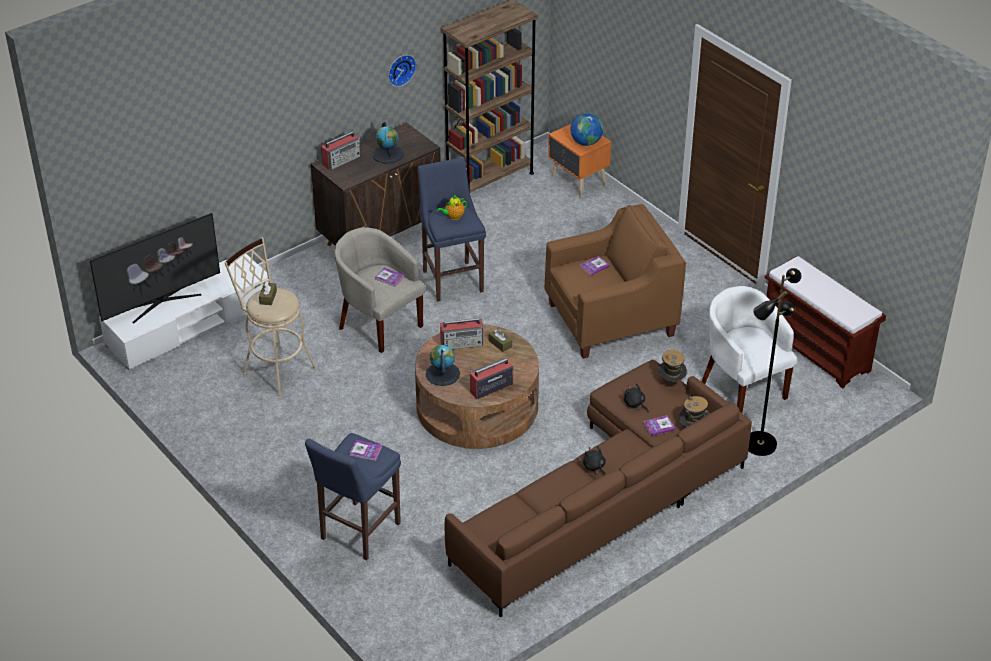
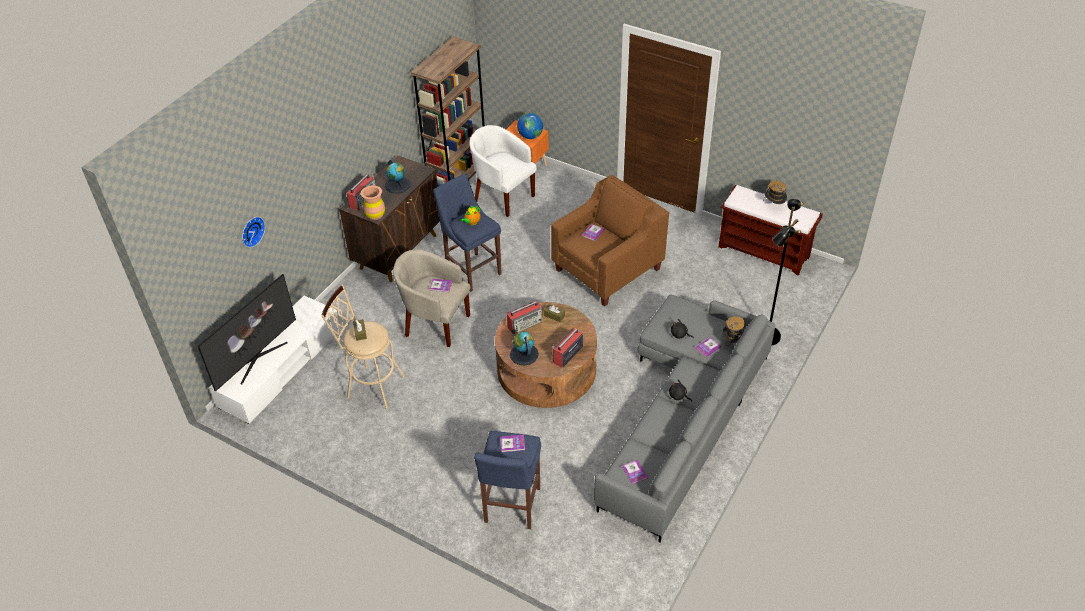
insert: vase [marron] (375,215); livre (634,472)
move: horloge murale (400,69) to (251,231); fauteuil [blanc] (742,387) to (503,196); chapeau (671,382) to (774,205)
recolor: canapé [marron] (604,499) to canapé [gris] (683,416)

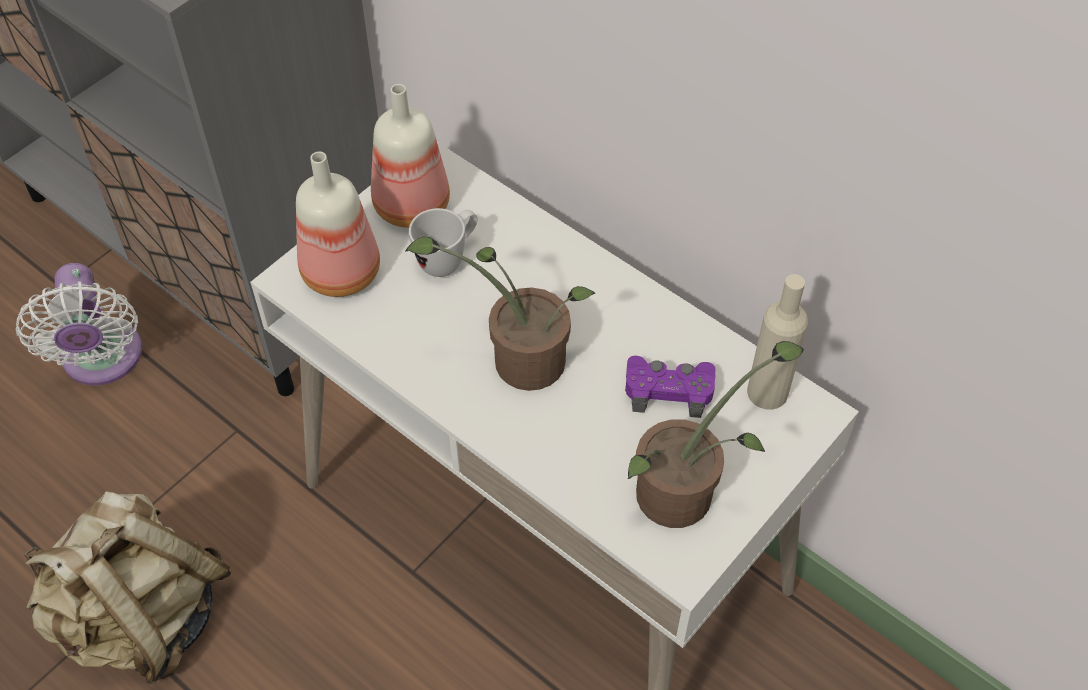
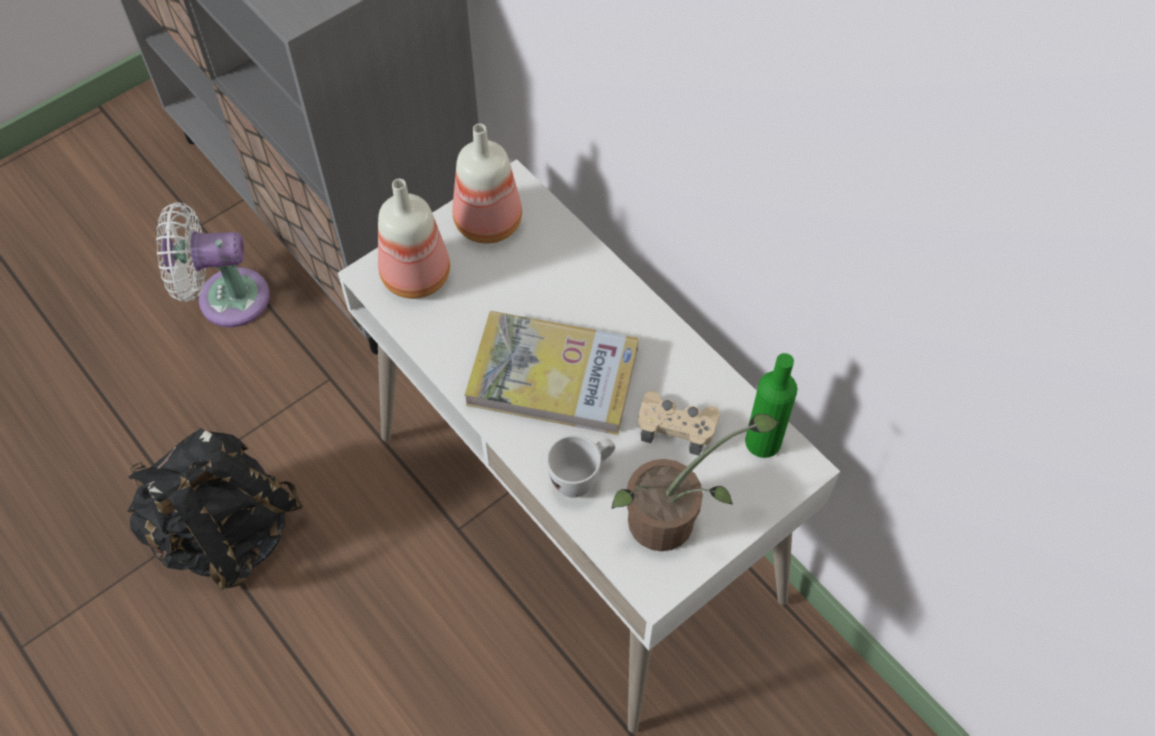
move: mug [blanc] (448,259) to (582,477)
replace: plante en pot (518,358) to livre (553,376)
recolor: sac à dos [beige] (144,618) to sac à dos [noir] (226,532); manette [violet] (668,390) to manette [beige] (676,426); bouteille [beige] (767,392) to bouteille [vert] (763,441)
rotate: ventilateur [blanc] (102,360) = (225,298) 90 degrees clockwise

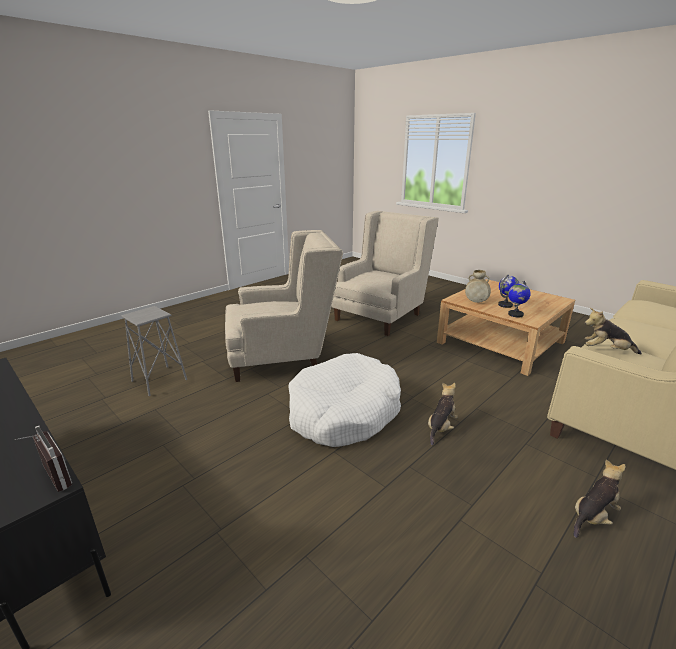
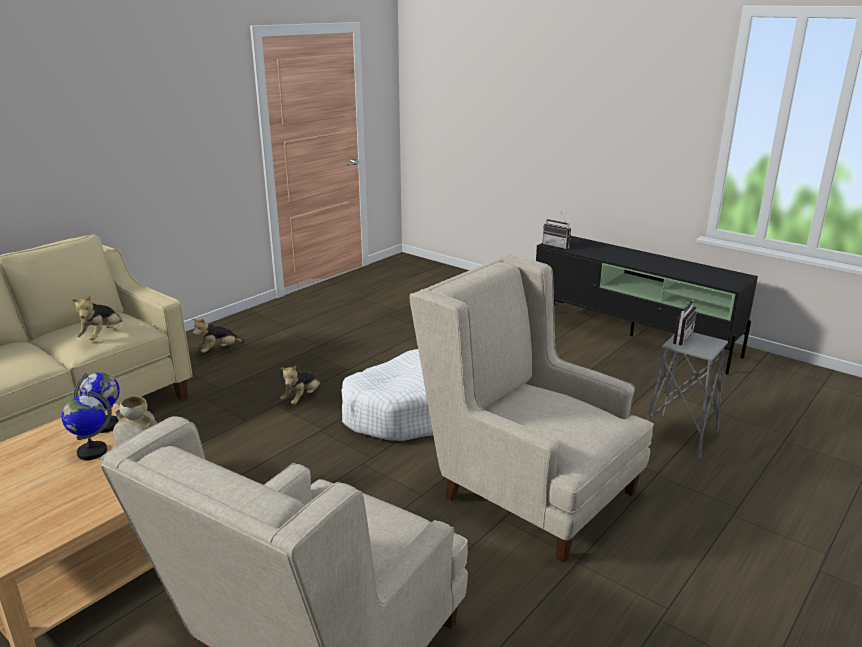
insert: radio (678,337)
rotate: peluche (606,350) = (102,336) 90 degrees clockwise; fauteuil [beige] (283,357) = (526,488) 60 degrees clockwise

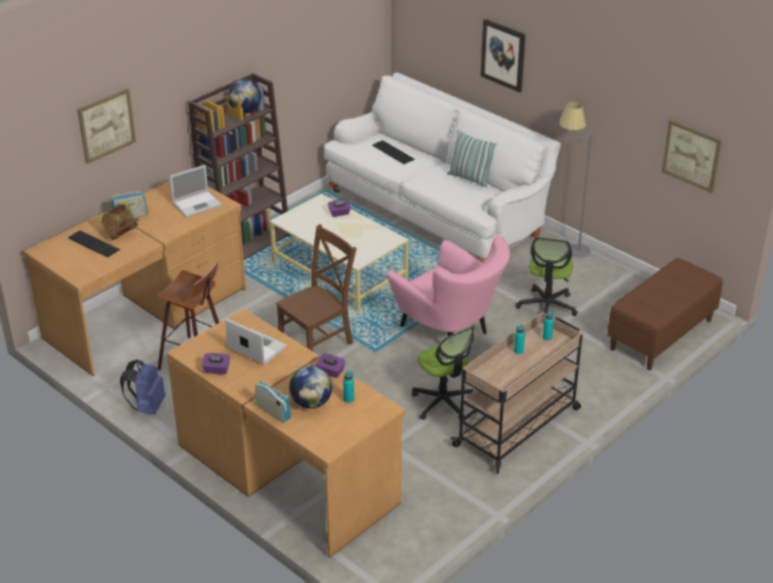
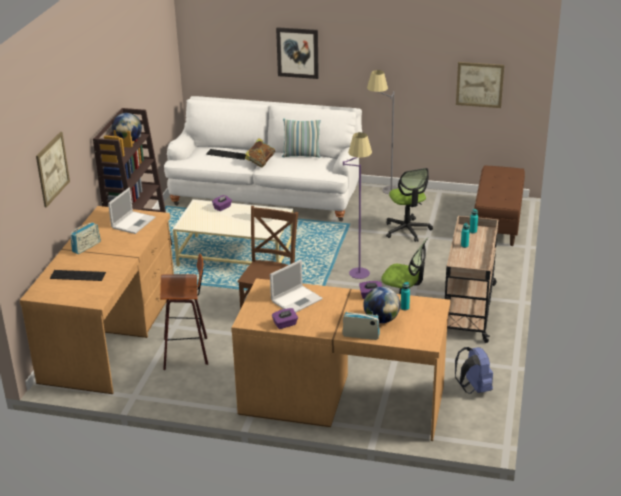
move: livre (120,232) to (260,162); sac à dos [bleu] (147,407) to (473,388)
replace: fauteuil [rose] (449,332) to lampadaire [violet] (358,268)
rotate: ordinateur portable (256,347) = (297,299) 135 degrees clockwise

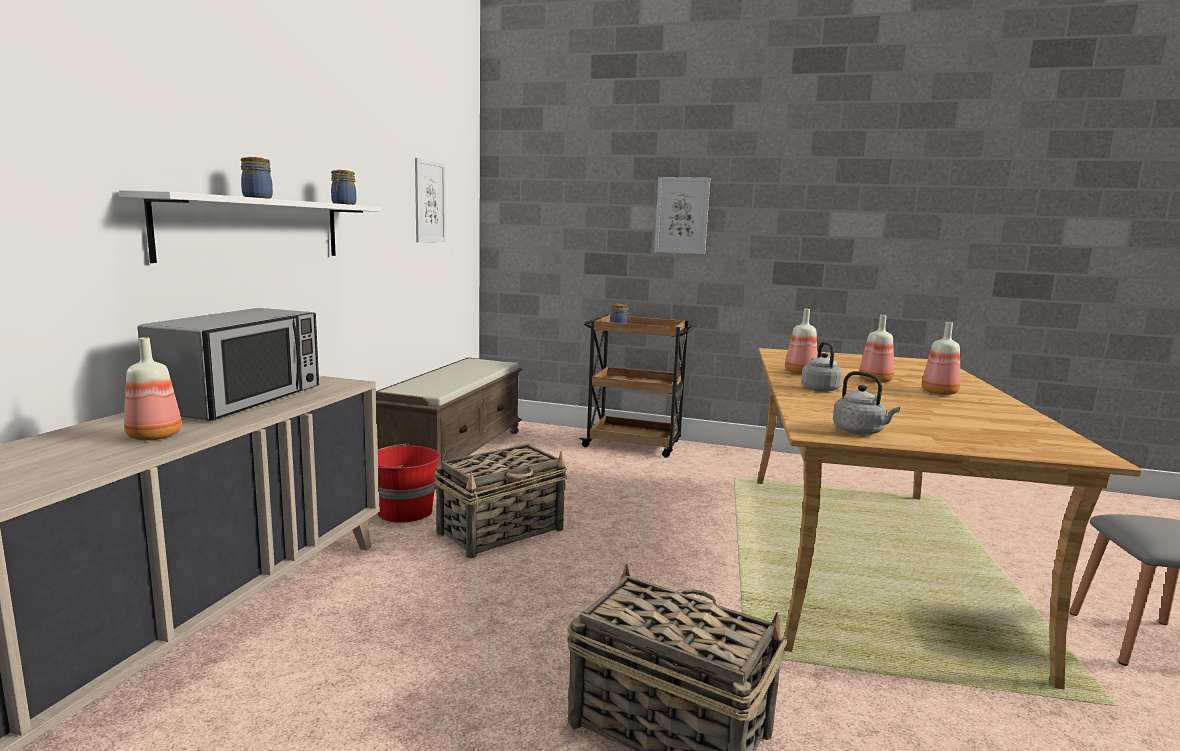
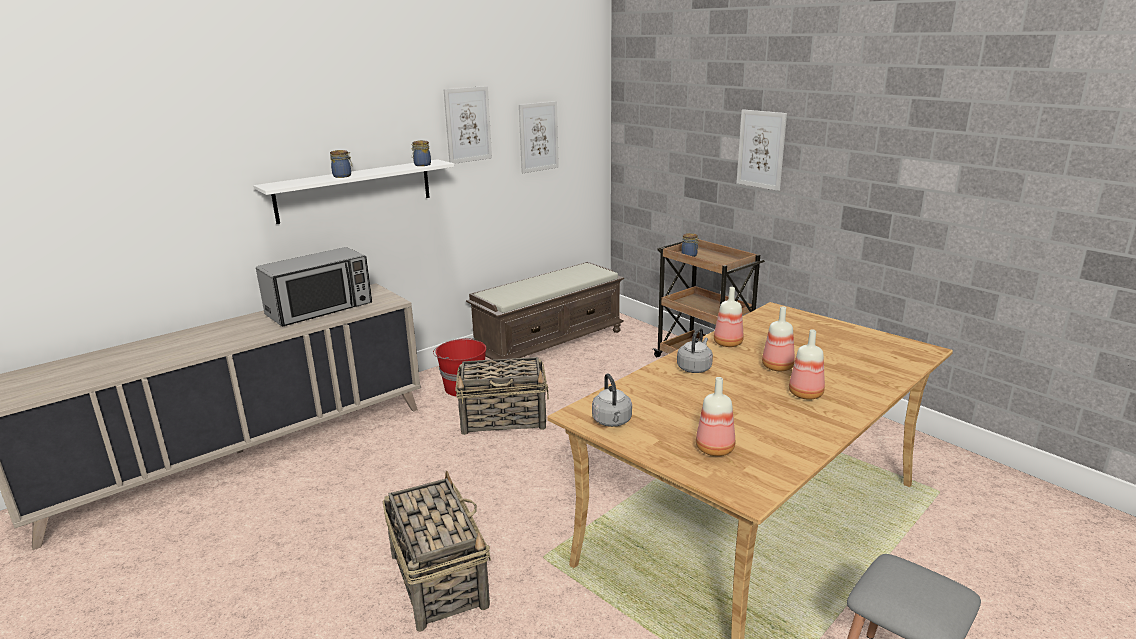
insert: tableau (468,124)
move: bouteille (156,436) to (716,449)

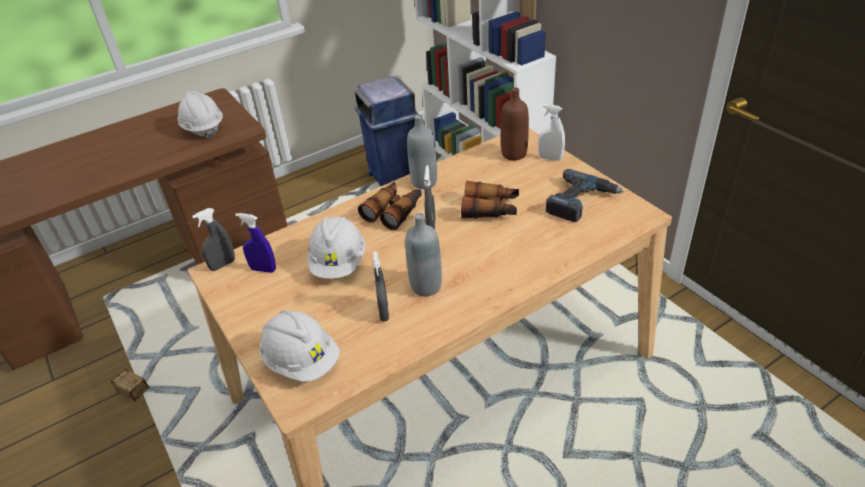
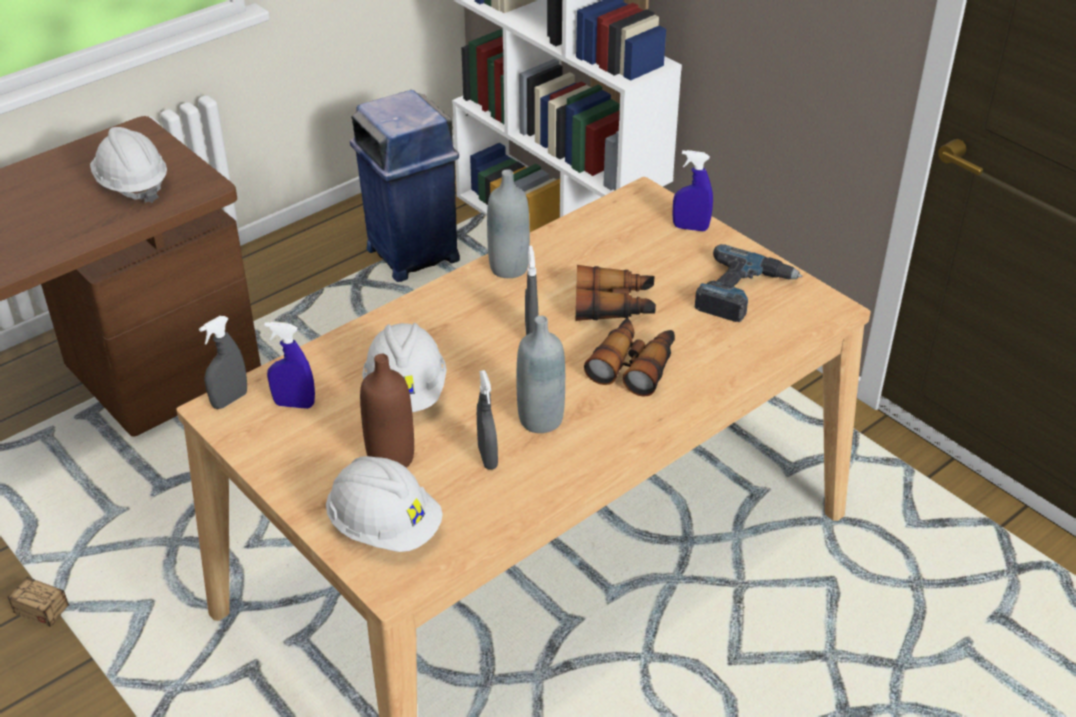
move: bouteille [marron] (514,154) to (391,458); jumelles (394,211) to (634,365)
recolor: vaporisateur [blanc] (550,158) to vaporisateur [bleu] (690,228)

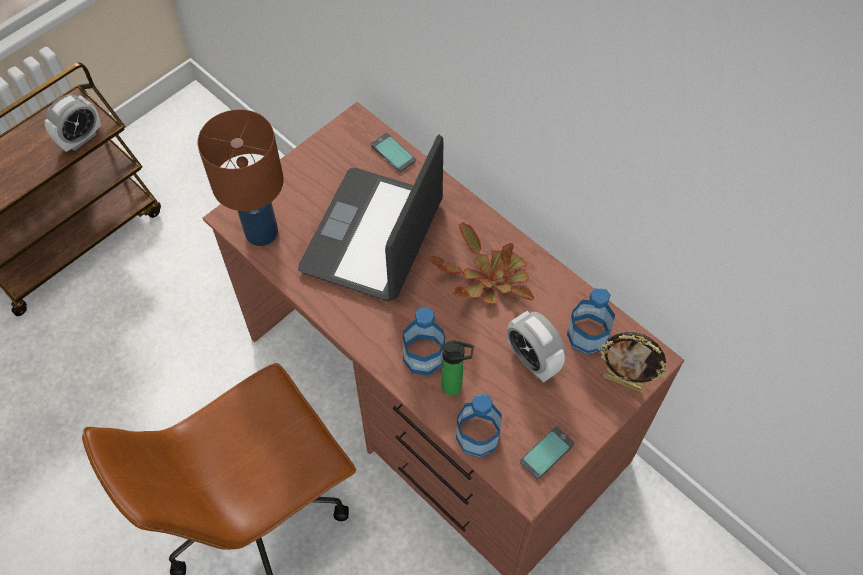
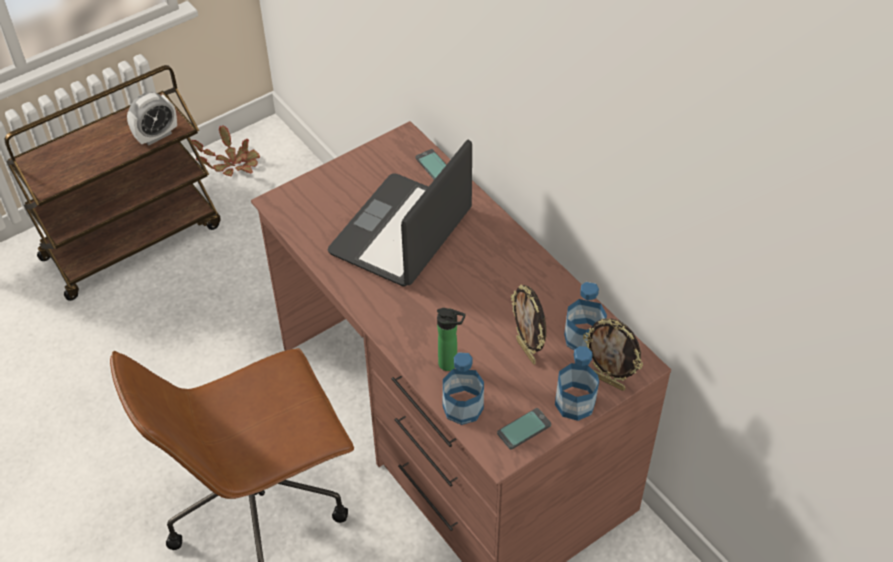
delete: lampe de table [marron] (260,232)
move: plante en pot (487,280) to (232,164); bouteille (423,356) to (575,403)
replace: réveil (532,360) to cadre photo (527,351)

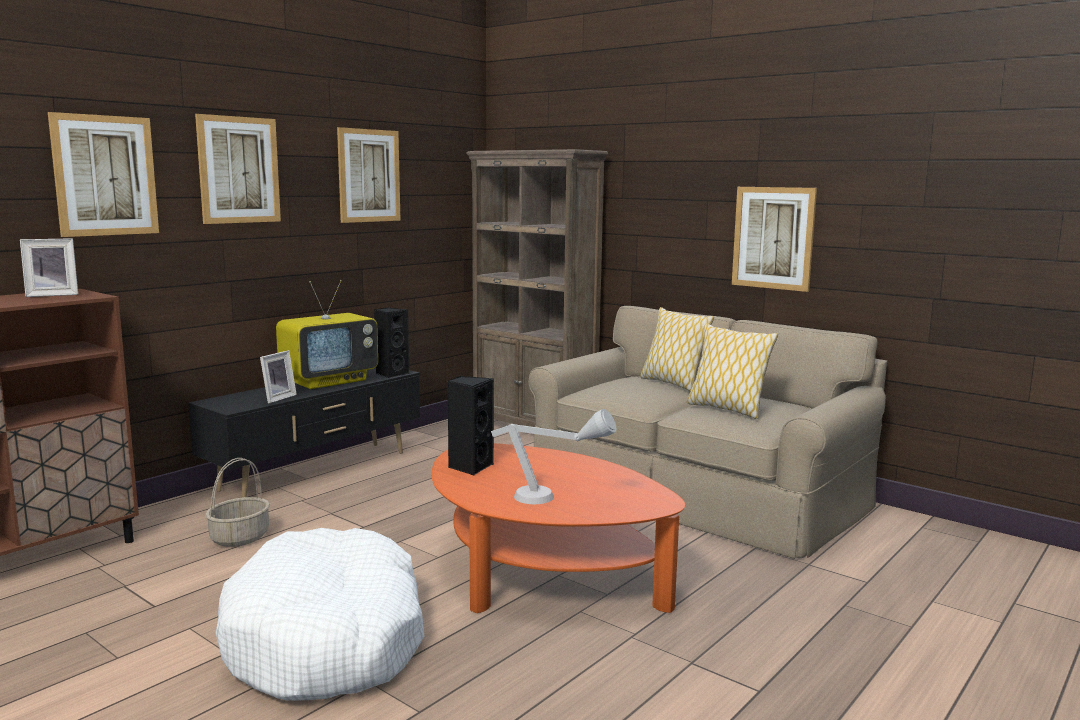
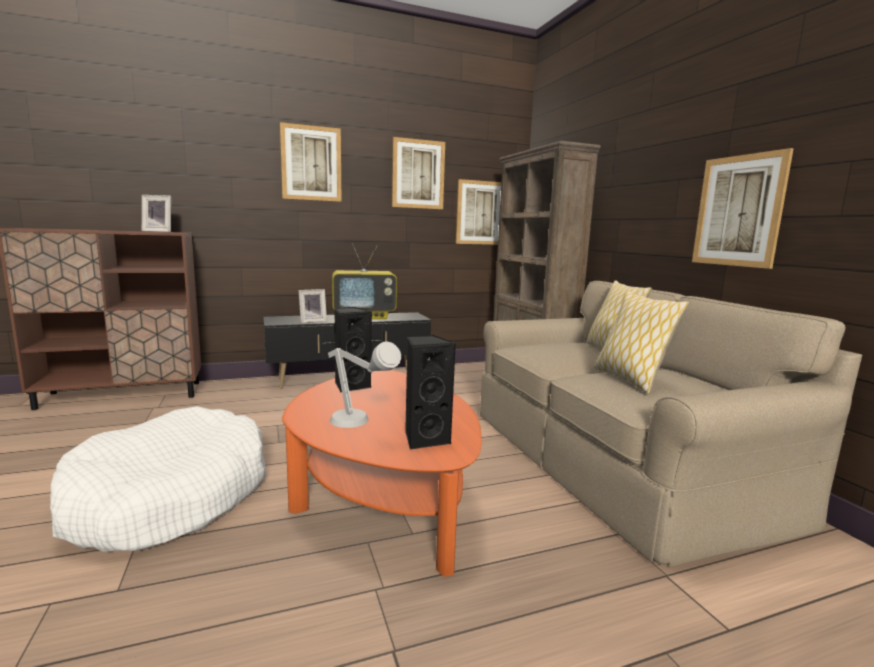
delete: panier (240,537)
move: enceinte [noir] (391,374) to (425,439); tableau (105,175) to (480,213)

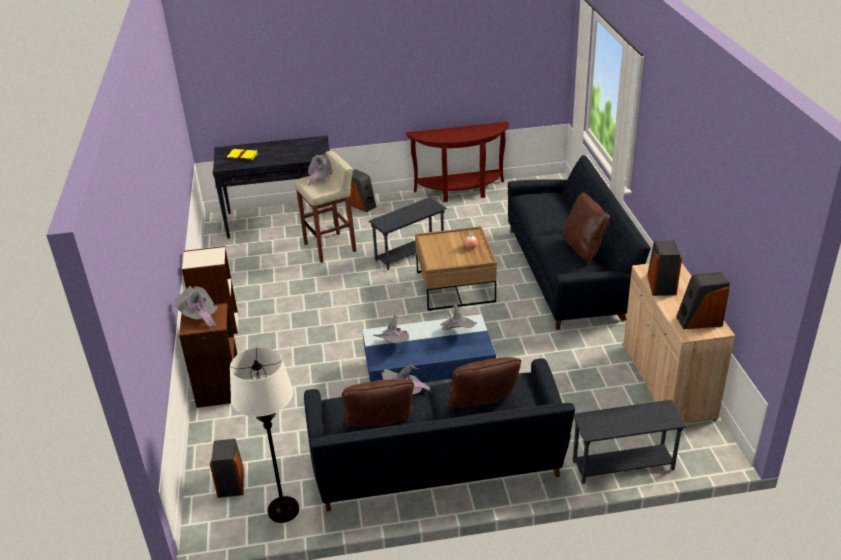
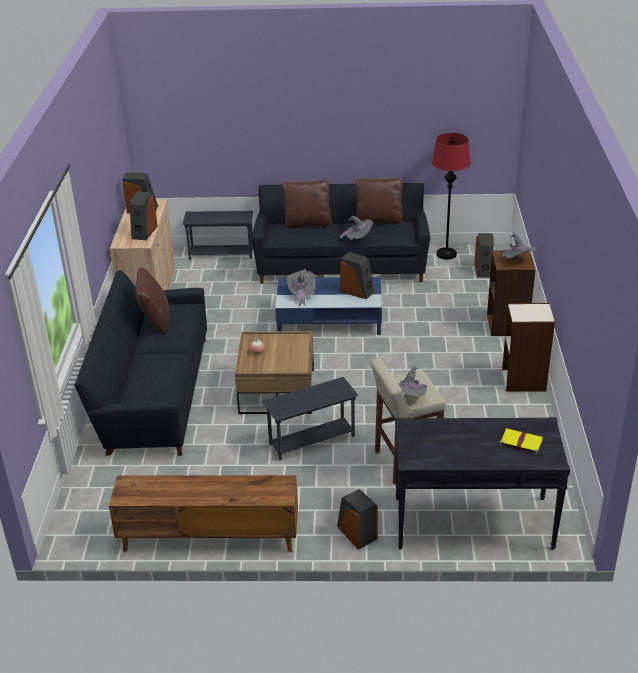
replace: table console [marron] (461,191) to meuble télé [marron] (208,538); chapeau [gris] (393,346) to enceinte (357,291)
recolor: lampadaire [blanc] (283,510) to lampadaire [rouge] (446,254)

